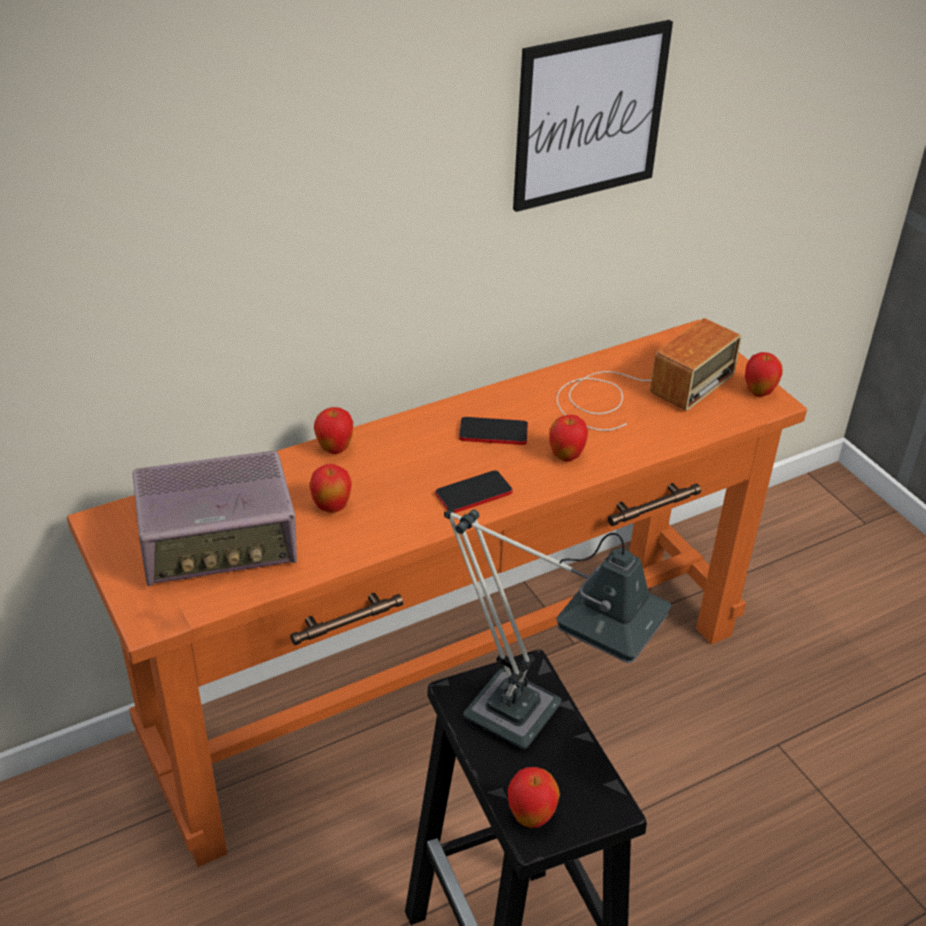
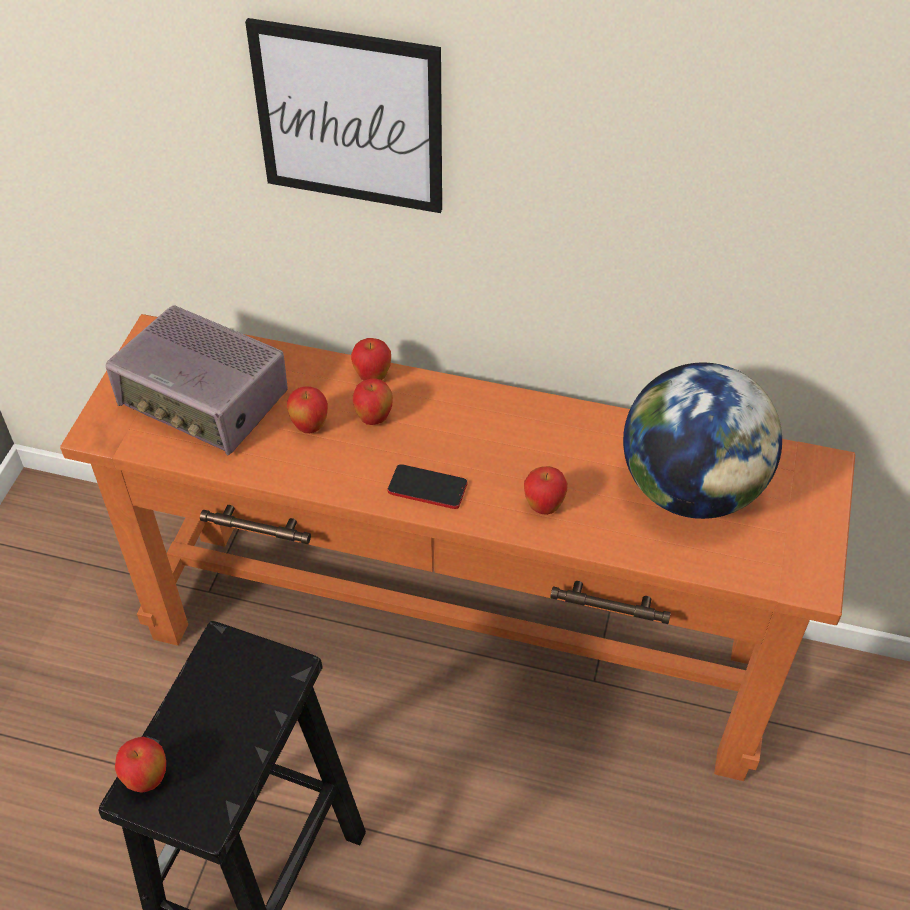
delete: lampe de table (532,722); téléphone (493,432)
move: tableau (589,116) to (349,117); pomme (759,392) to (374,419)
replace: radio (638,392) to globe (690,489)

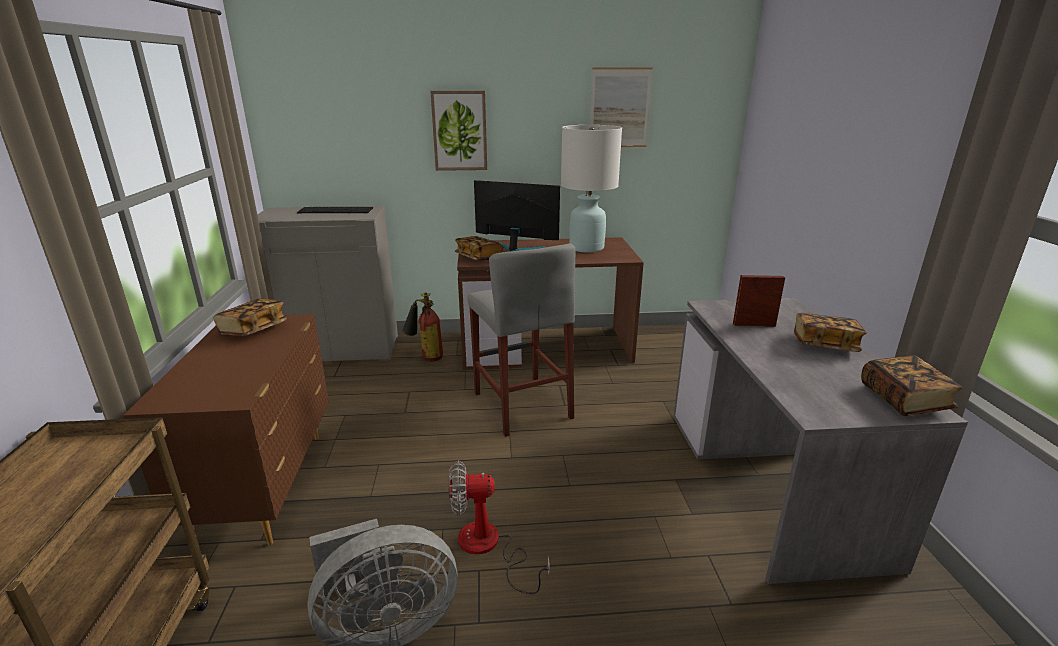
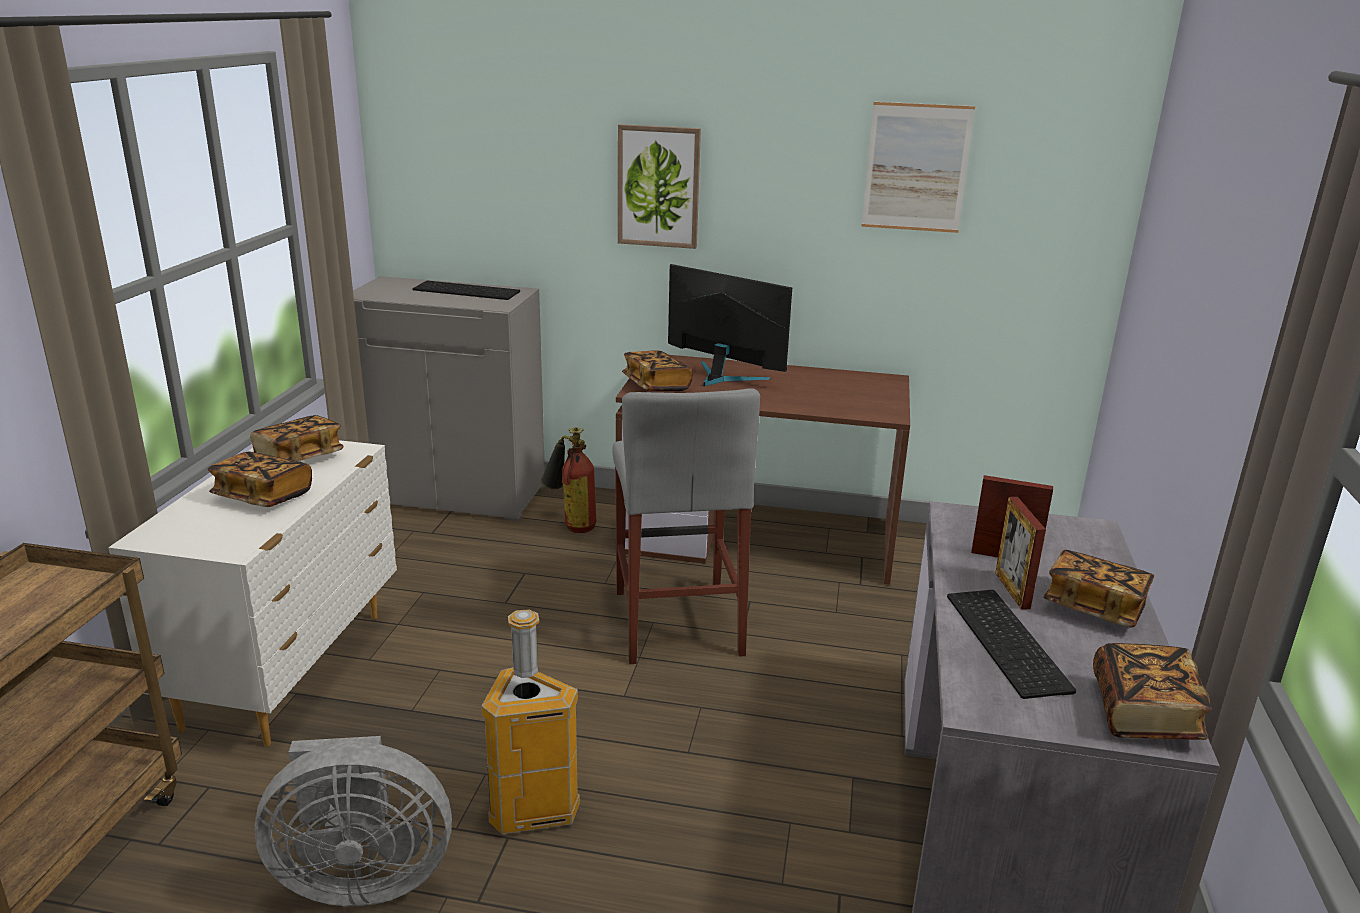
delete: lampe de table [blanc] (586,248)
insert: livre (263,496); clavier (1010,642); cadre photo (1012,590)
replace: ventilateur (488,547) to poubelle (534,811)
recolor: commode [marron] (267,484) to commode [blanc] (290,668)

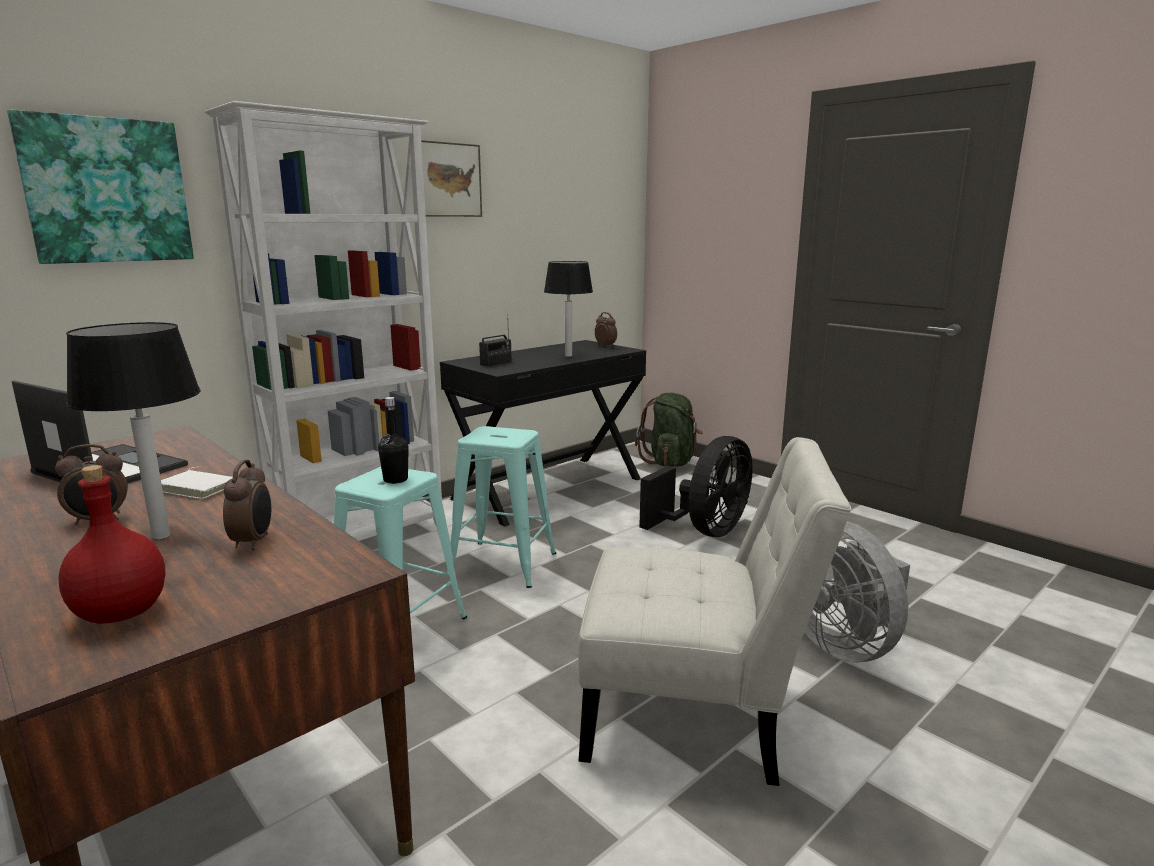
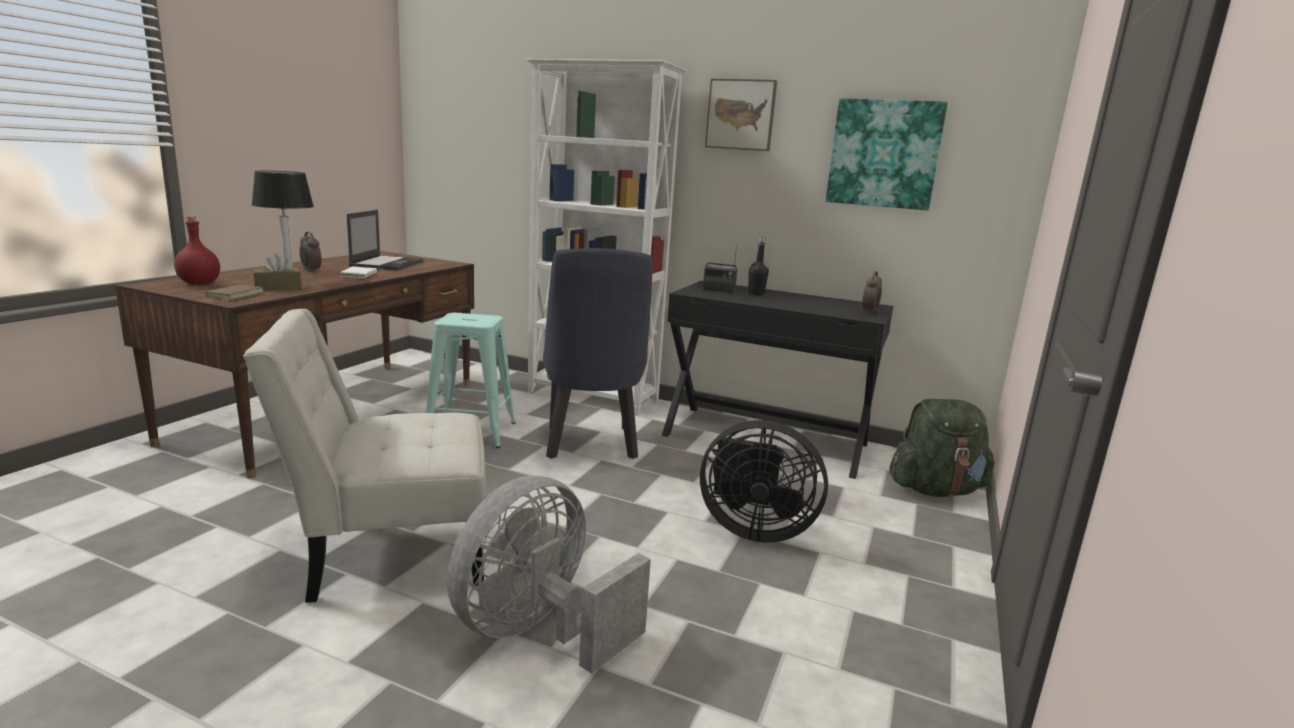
delete: lampe de table (568,355)
insert: livre [marron] (234,295)
move: bouteille [noir] (395,480) to (756,294); tableau (107,191) to (884,154)
replace: réveil (254,542) to boîte à mouchoirs [marron] (278,287); tabouret [turquoise] (503,564) to chaise [bleu] (591,446)
rotate: chaise [blanc] (694,715) = (389,552) 90 degrees clockwise

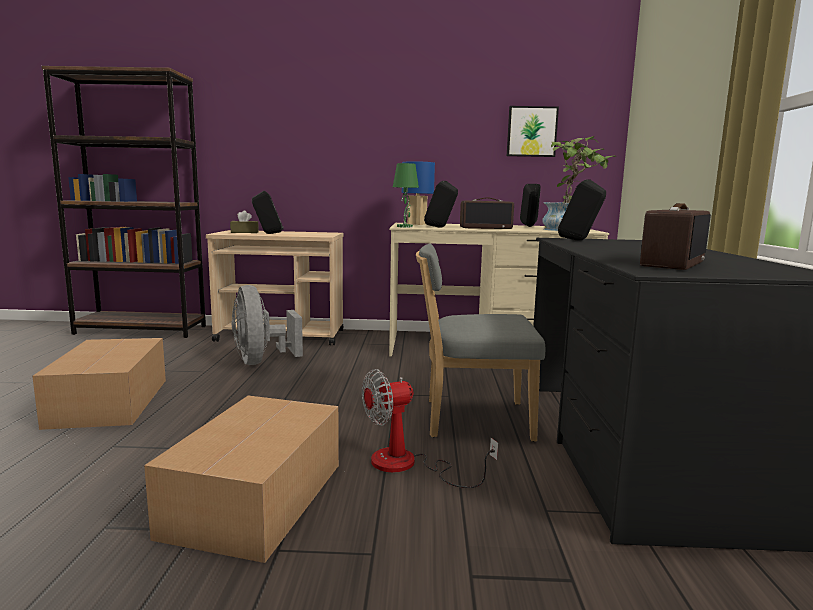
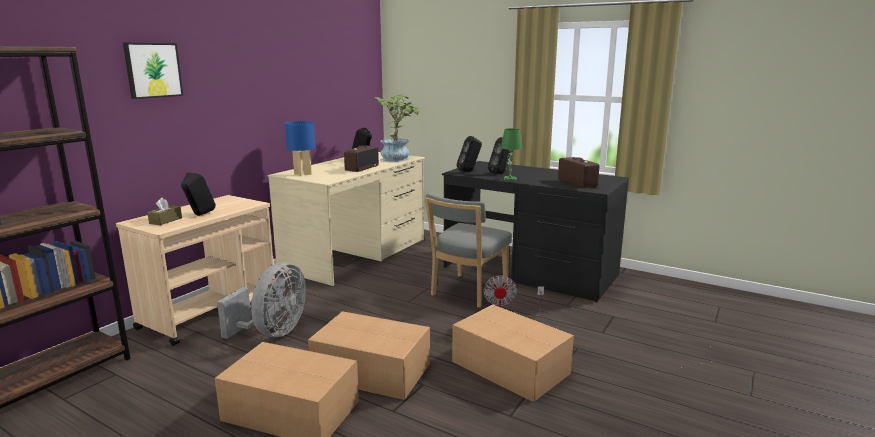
insert: carton (370,370)
move: tableau (531,132) to (152,70); enceinte [noir] (441,227) to (501,173); lampe de table [vert] (404,227) to (509,179)
rotate: ventilateur [gris] (261,361) = (273,332) 75 degrees counterclockwise

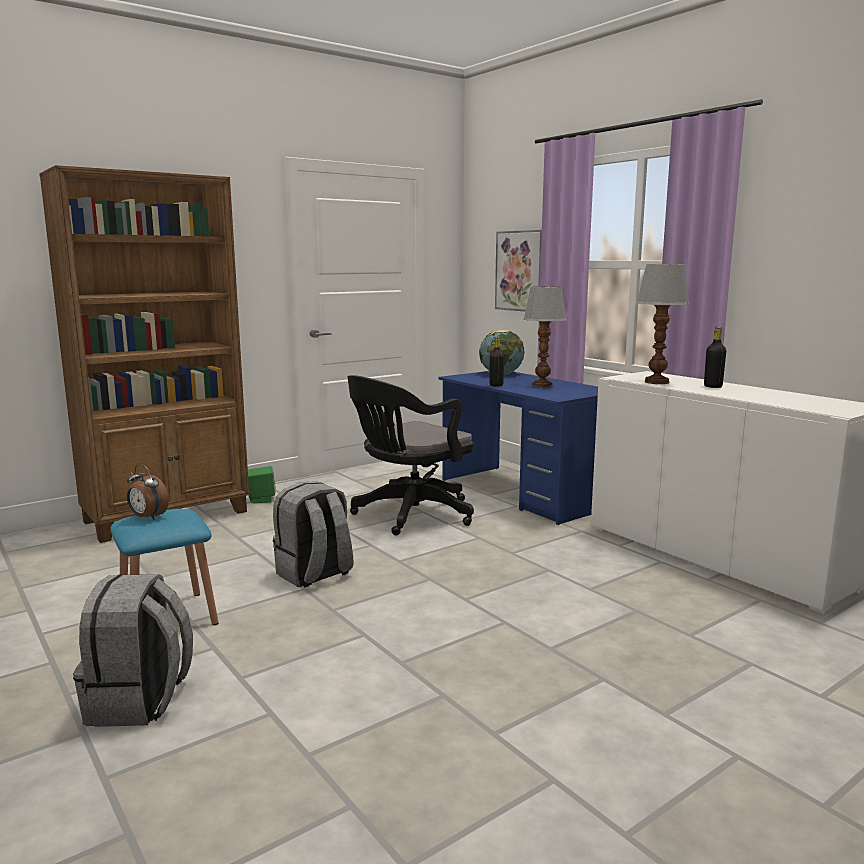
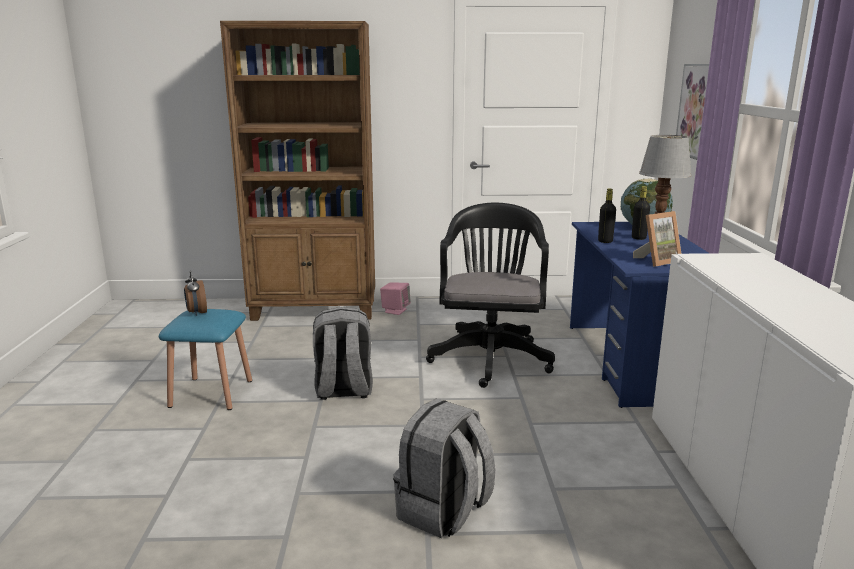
delete: lampe de table (657,382)
insert: cadre photo (657,261)
move: sac à dos [gris] (139,701) to (444,512); bouteille [noir] (713,386) to (638,238)
recolor: enceinte [vert] (261,499) to enceinte [rose] (395,310)
rotate: chaise de bureau [noir] (409,515) = (490,356) 105 degrees clockwise

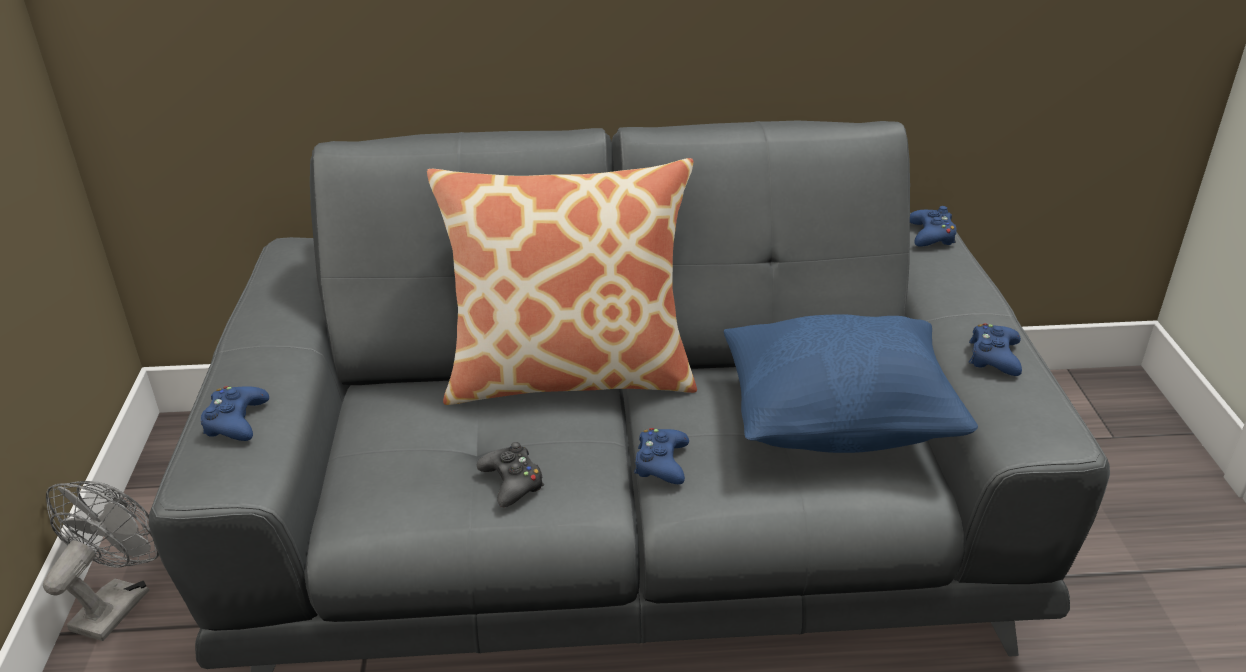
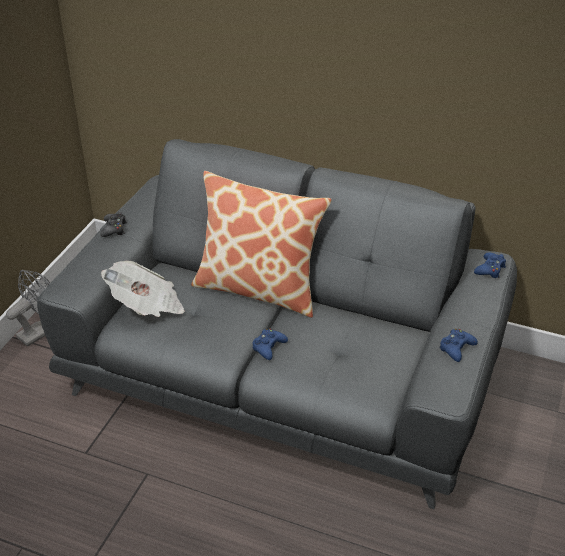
delete: manette [bleu] (236,421); coussin [bleu] (838,422)
insert: journal (147,306)
move: manette [noir] (512,482) to (114,229)

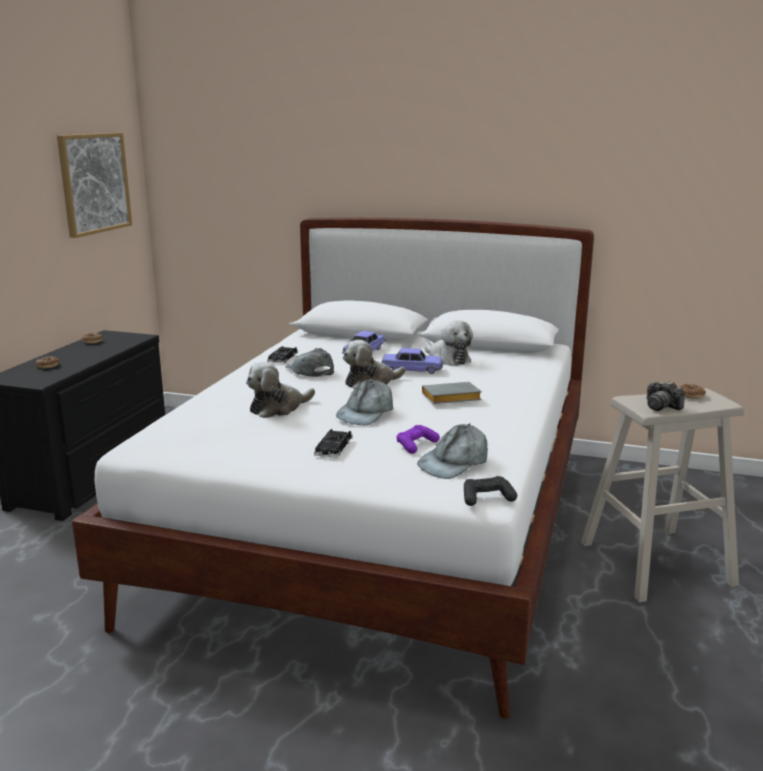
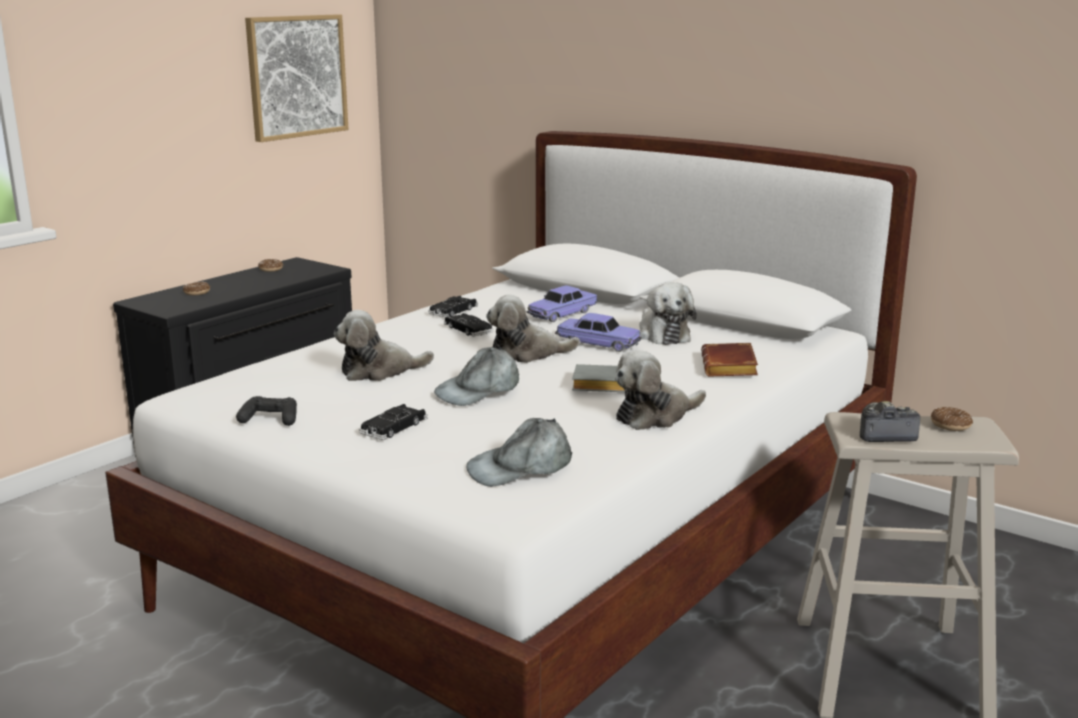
delete: manette [violet] (416,445)
insert: peluche (655,416); livre [marron] (731,368)
move: manette [noir] (487,498) to (270,419)
replace: casquette [gris] (309,370) to petite voiture [noir] (468,330)
rotate: appareil photo (661,406) = (883,435) 105 degrees clockwise

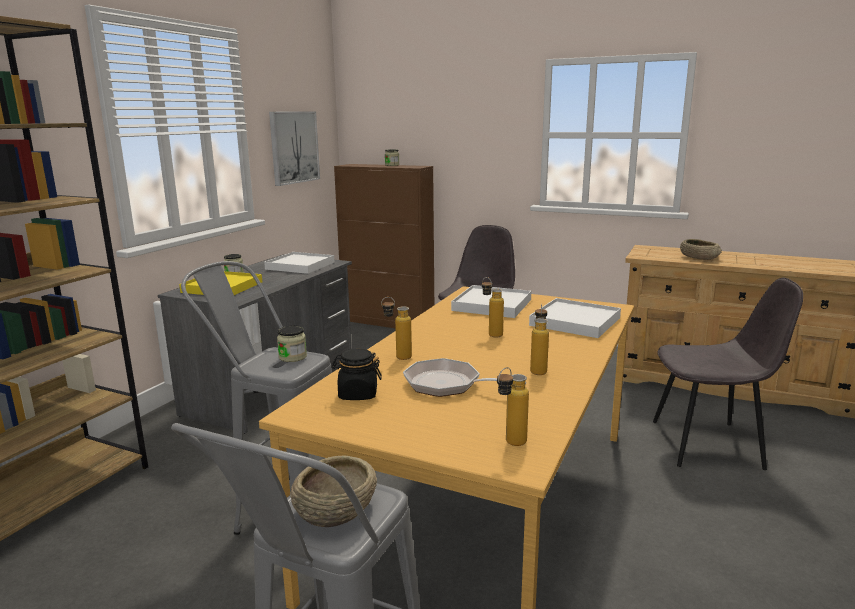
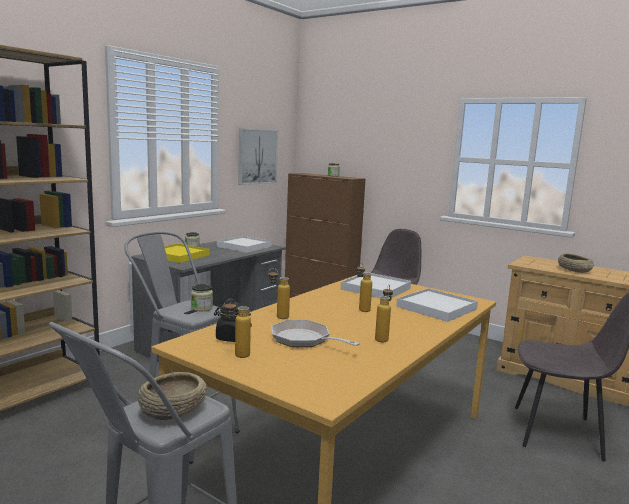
move: bouteille (510,444) to (236,356)

